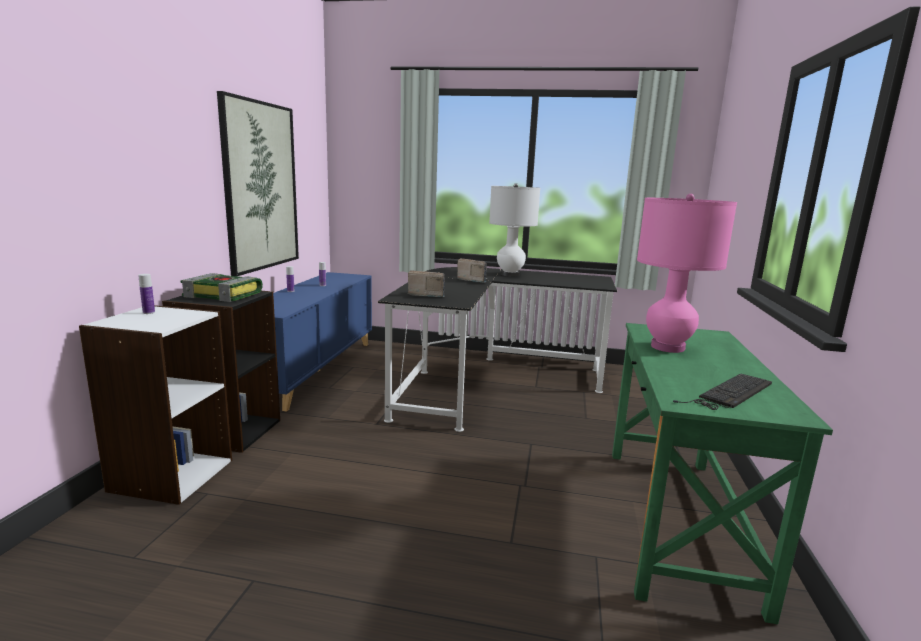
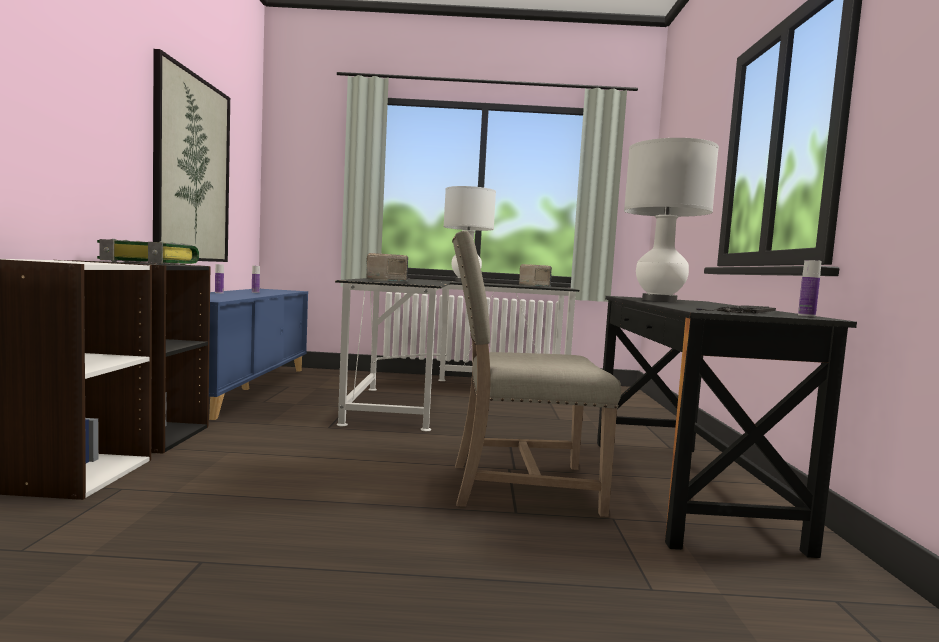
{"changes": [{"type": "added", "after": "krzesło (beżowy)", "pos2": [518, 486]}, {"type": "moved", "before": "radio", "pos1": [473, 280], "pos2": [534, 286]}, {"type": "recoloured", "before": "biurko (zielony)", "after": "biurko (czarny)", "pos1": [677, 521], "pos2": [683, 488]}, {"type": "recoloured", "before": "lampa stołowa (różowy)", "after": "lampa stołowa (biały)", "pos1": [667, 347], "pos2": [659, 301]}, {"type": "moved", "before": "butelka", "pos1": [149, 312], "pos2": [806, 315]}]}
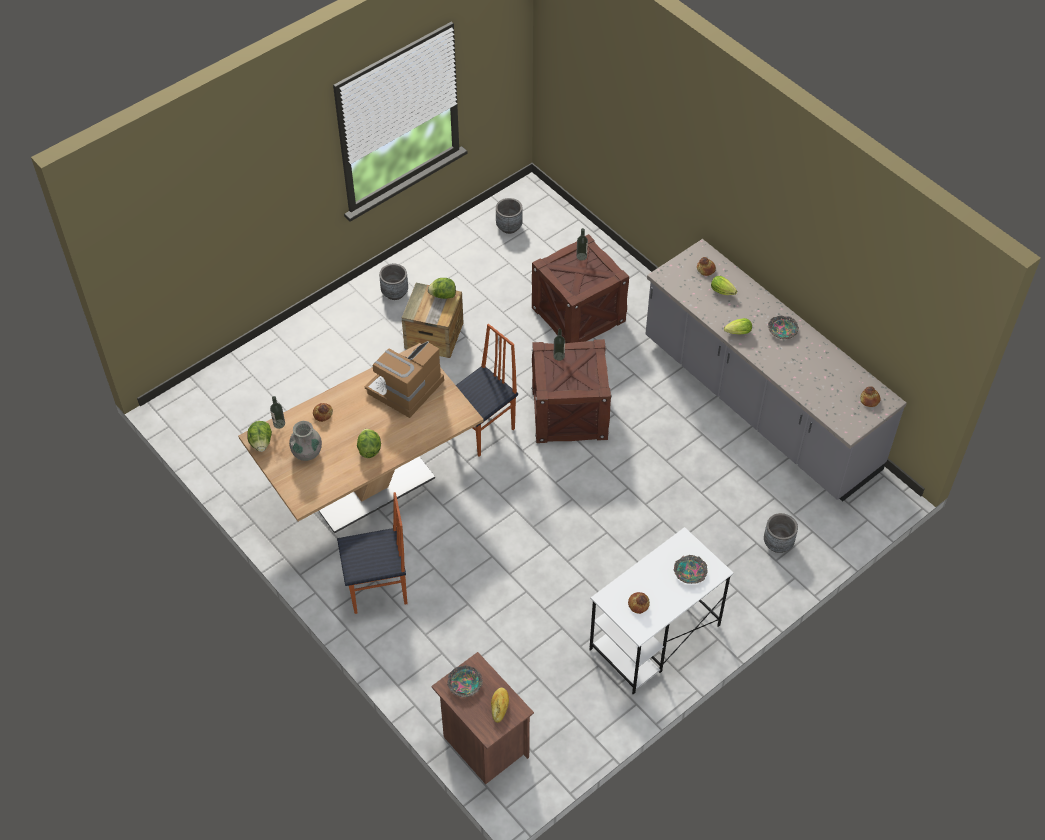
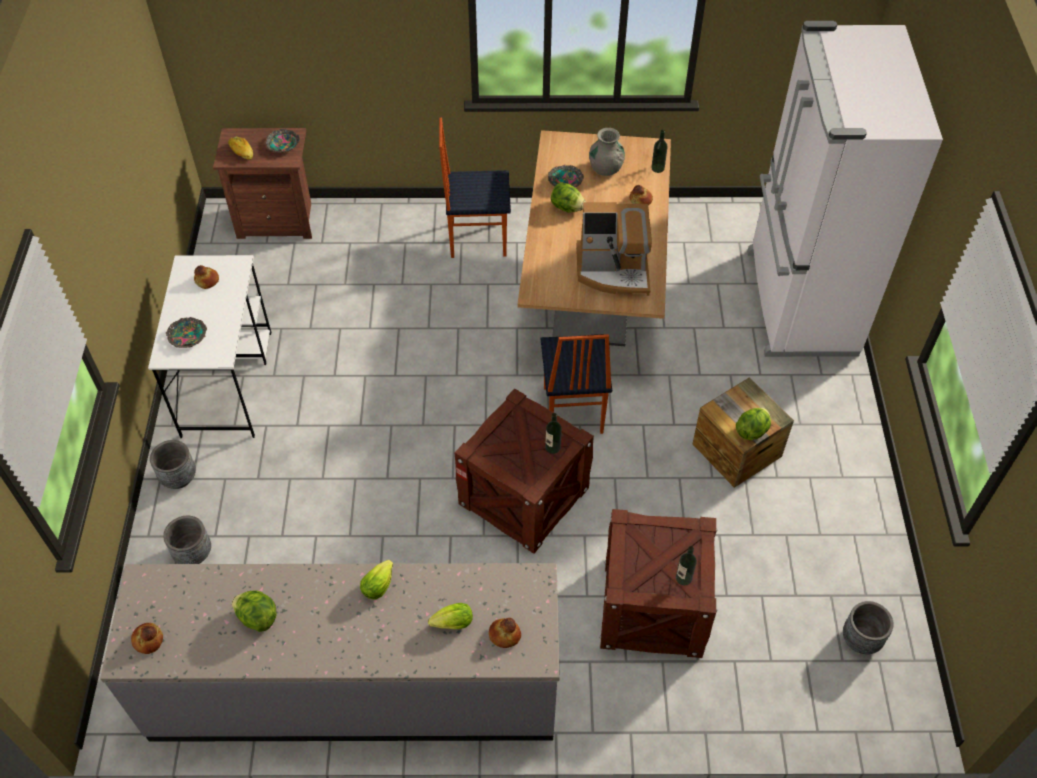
{"changes": [{"type": "moved", "before": "donica (szary)", "pos1": [395, 293], "pos2": [178, 477]}, {"type": "moved", "before": "sałata", "pos1": [261, 443], "pos2": [257, 617]}, {"type": "turned", "before": "krzesło", "pos1": [378, 590], "pos2": [477, 239], "turn": 60}, {"type": "moved", "before": "miska", "pos1": [782, 330], "pos2": [565, 181]}, {"type": "turned", "before": "ekspres do kawy", "pos1": [405, 388], "pos2": [613, 270], "turn": 105}, {"type": "added", "after": "lodówka (biały)", "pos2": [798, 303]}]}
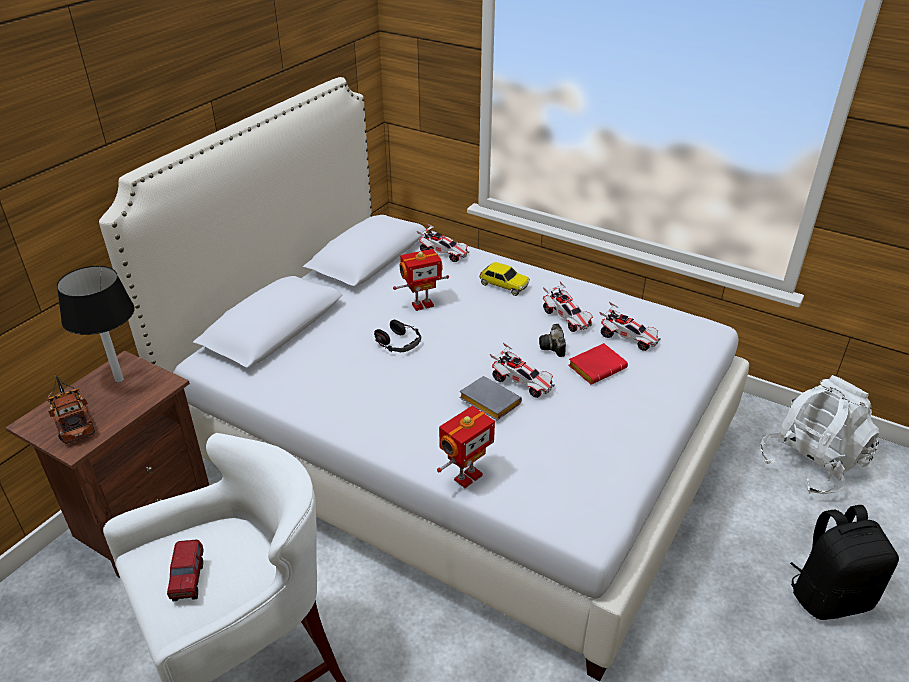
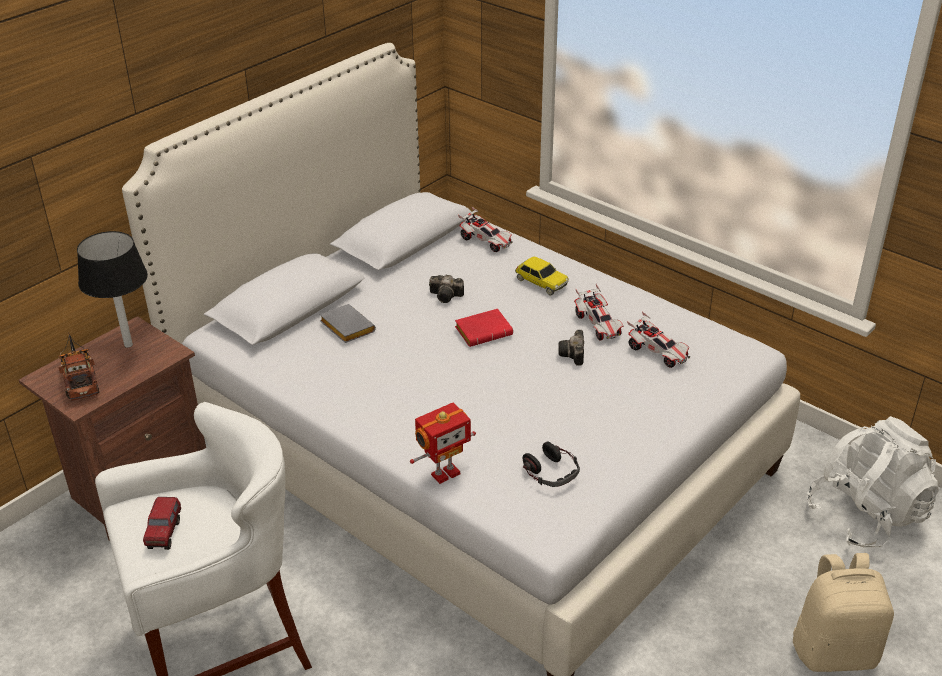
{"changes": [{"type": "moved", "before": "książka (szary)", "pos1": [487, 402], "pos2": [345, 327]}, {"type": "replaced", "before": "robot zabawkowy", "after": "aparat fotograficzny", "pos1": [422, 304], "pos2": [447, 296]}, {"type": "moved", "before": "książka (czerwony)", "pos1": [597, 367], "pos2": [484, 331]}, {"type": "moved", "before": "słuchawki", "pos1": [398, 342], "pos2": [551, 471]}, {"type": "recoloured", "before": "plecak (czarny)", "after": "plecak (beżowy)", "pos1": [829, 596], "pos2": [834, 651]}, {"type": "removed", "before": "samochodzik", "pos1": [522, 382]}]}
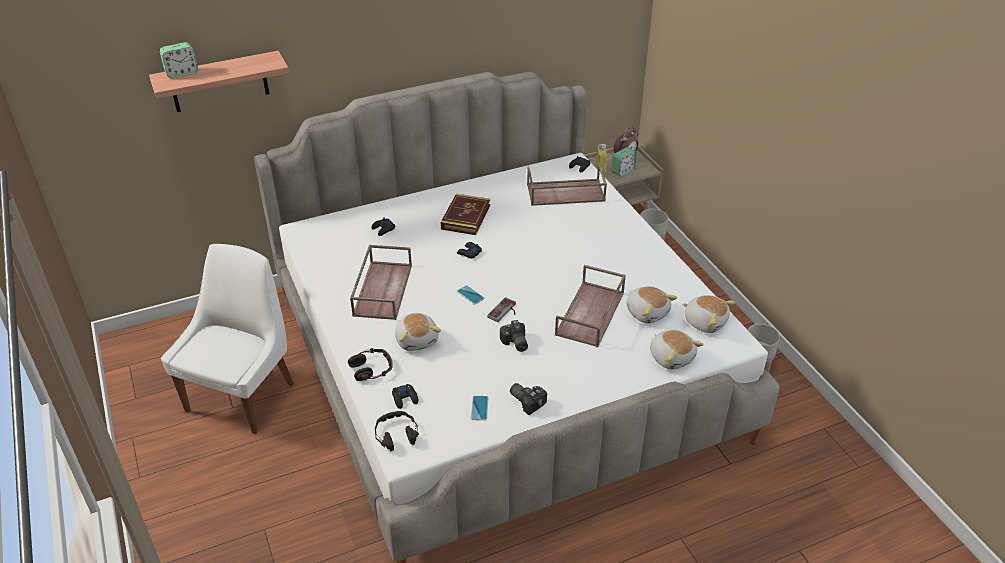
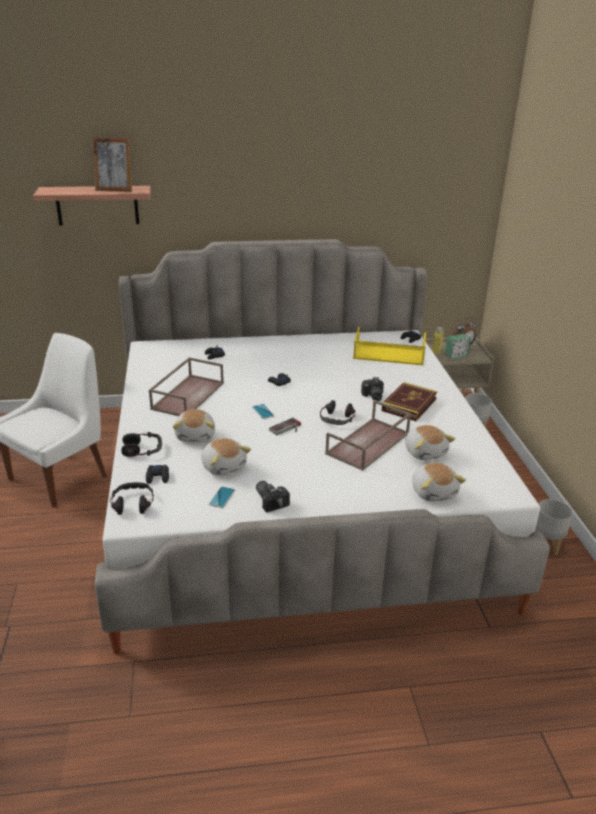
{"changes": [{"type": "added", "after": "ramka na zdjęcie", "pos2": [115, 190]}, {"type": "moved", "before": "pluszak", "pos1": [705, 321], "pos2": [224, 466]}, {"type": "added", "after": "słuchawki", "pos2": [337, 418]}, {"type": "recoloured", "before": "taca (brązowy)", "after": "taca (żółty)", "pos1": [564, 193], "pos2": [388, 354]}, {"type": "moved", "before": "aparat fotograficzny", "pos1": [514, 343], "pos2": [372, 396]}, {"type": "moved", "before": "książka", "pos1": [465, 217], "pos2": [409, 404]}, {"type": "removed", "before": "budzik", "pos1": [182, 73]}]}
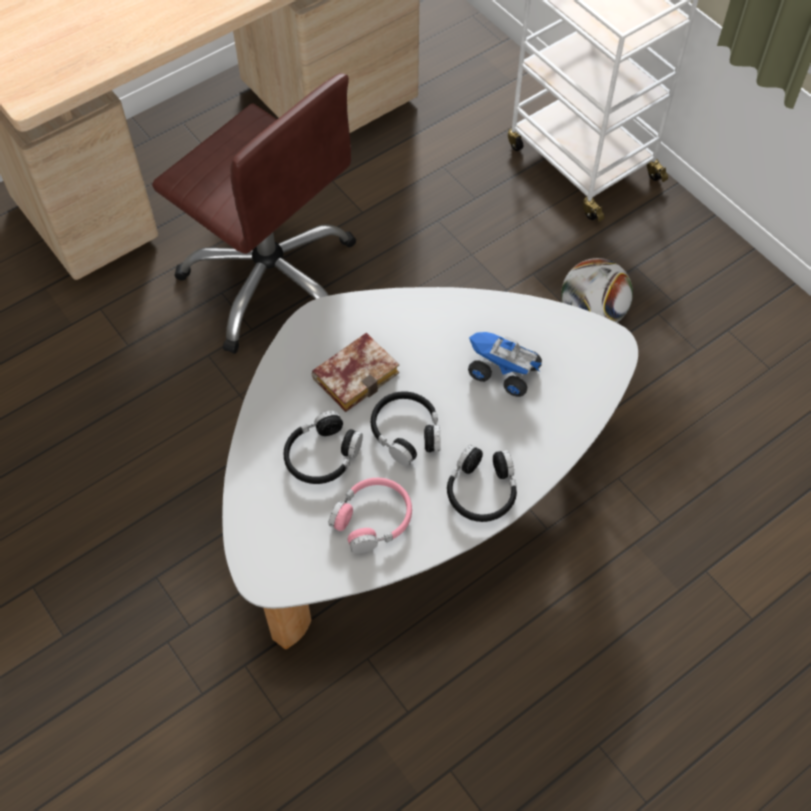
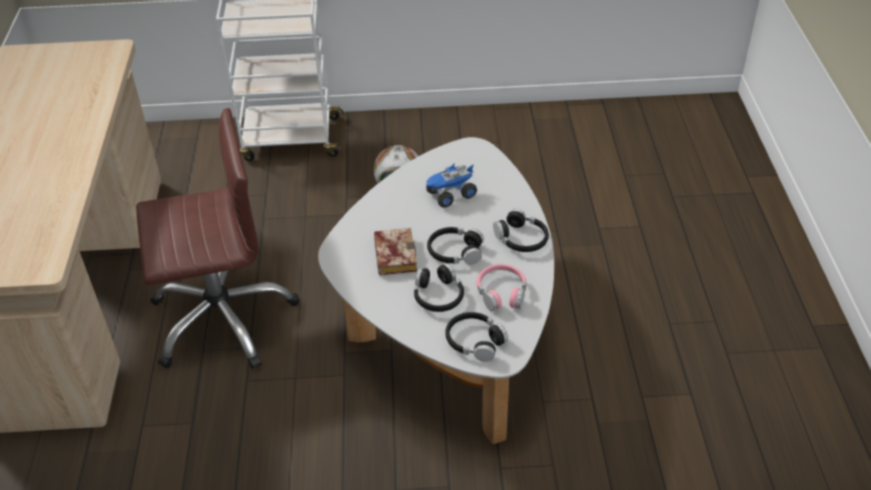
{"changes": [{"type": "added", "after": "słuchawki (czarny)", "pos2": [475, 341]}]}
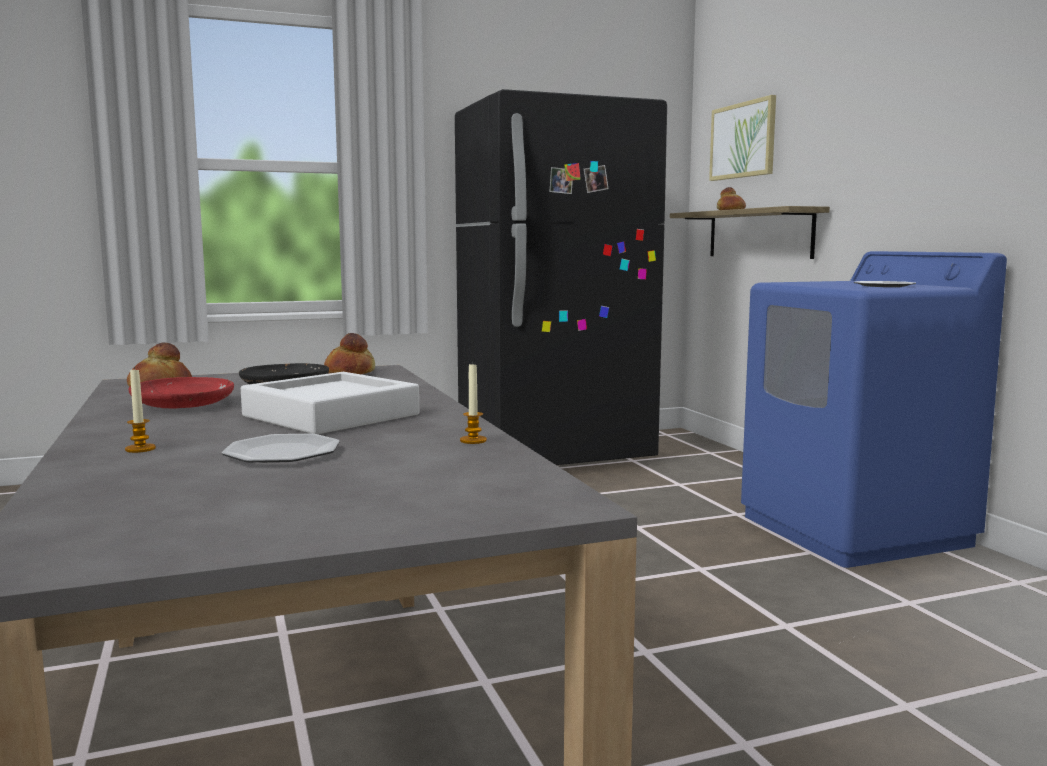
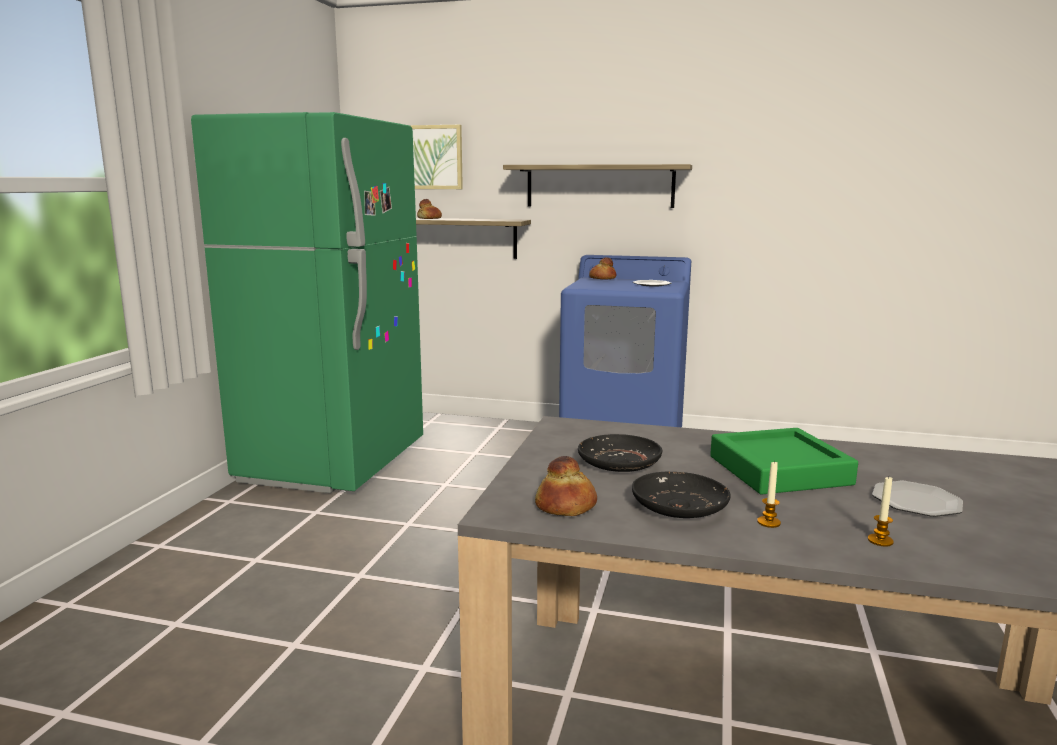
{"changes": [{"type": "recoloured", "before": "lodówka (czarny)", "after": "lodówka (zielony)", "pos1": [555, 455], "pos2": [334, 462]}, {"type": "added", "after": "półka", "pos2": [599, 186]}, {"type": "moved", "before": "chleb", "pos1": [349, 372], "pos2": [602, 278]}, {"type": "recoloured", "before": "talerz (czerwony)", "after": "talerz (czarny)", "pos1": [183, 404], "pos2": [678, 506]}, {"type": "recoloured", "before": "taca (biały)", "after": "taca (zielony)", "pos1": [331, 415], "pos2": [779, 470]}, {"type": "moved", "before": "świeca", "pos1": [473, 440], "pos2": [768, 522]}]}
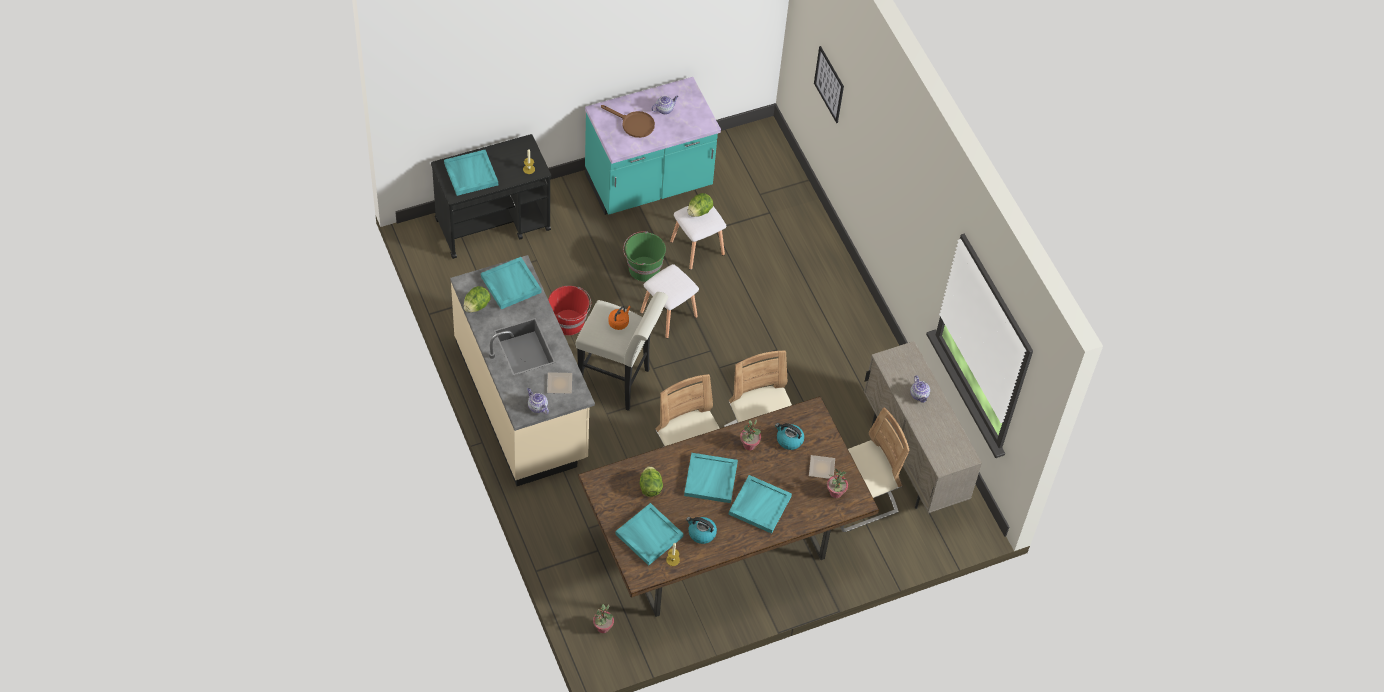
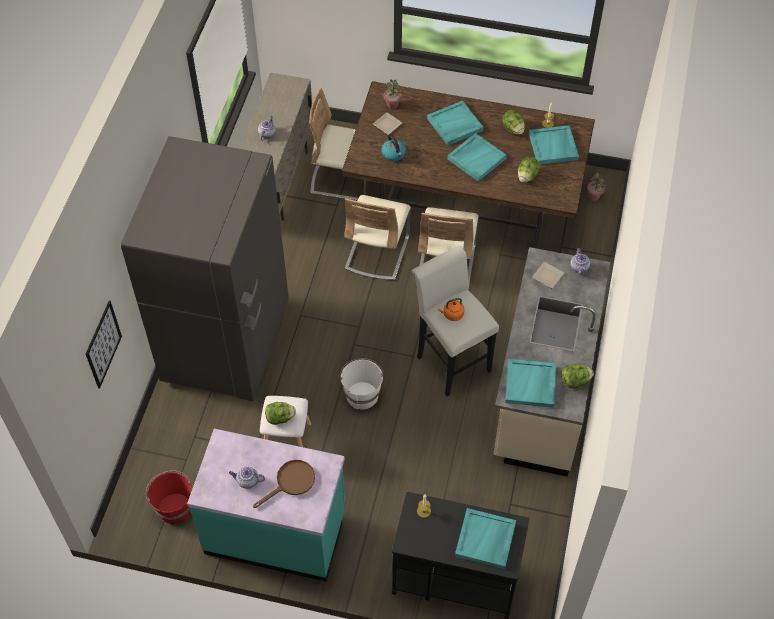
{"changes": [{"type": "added", "after": "lodówka (szary)", "pos2": [227, 342]}, {"type": "moved", "before": "wiadro (czerwony)", "pos1": [569, 322], "pos2": [174, 507]}, {"type": "turned", "before": "patelnia (brązowy)", "pos1": [633, 124], "pos2": [291, 482], "turn": 75}, {"type": "replaced", "before": "stołek (biały)", "after": "wiadro (biały)", "pos1": [669, 314], "pos2": [362, 394]}, {"type": "replaced", "before": "czajnik", "after": "sałata", "pos1": [701, 533], "pos2": [513, 129]}, {"type": "removed", "before": "wiadro (zielony)", "pos1": [643, 269]}, {"type": "removed", "before": "roślina doniczkowa", "pos1": [749, 445]}]}
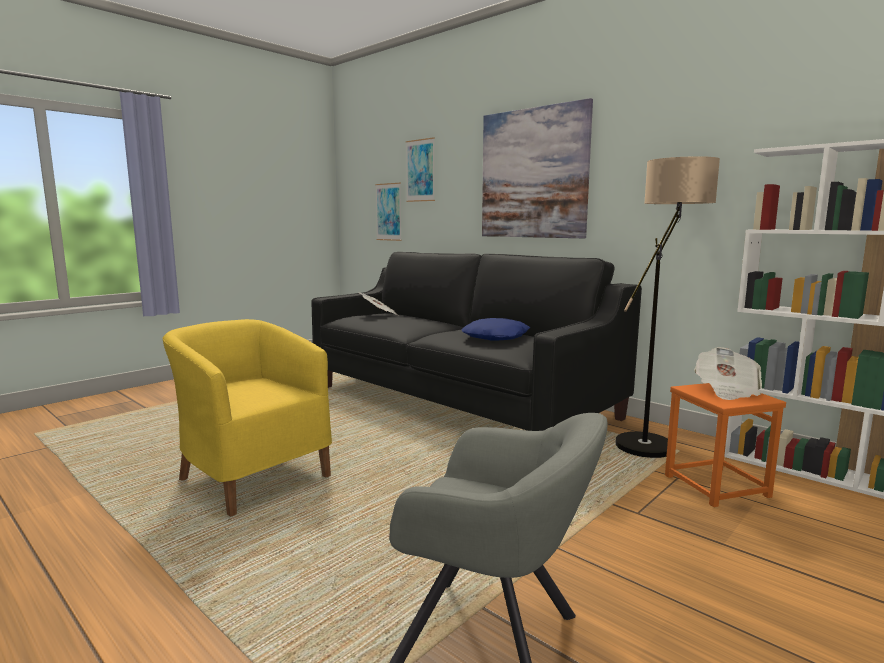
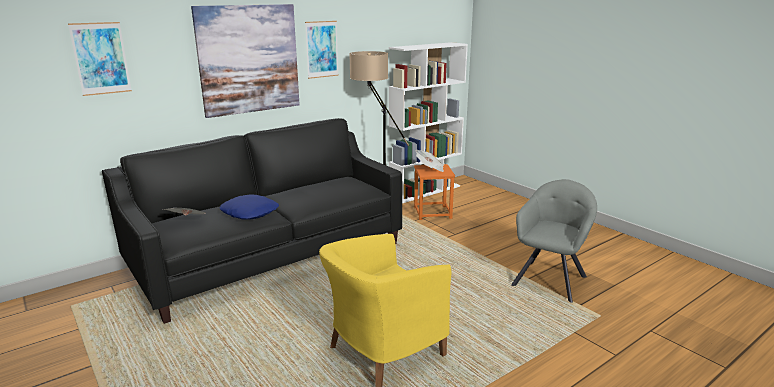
{"changes": [{"type": "moved", "before": "poduszka (niebieski)", "pos1": [496, 337], "pos2": [250, 212]}, {"type": "moved", "before": "obraz", "pos1": [388, 212], "pos2": [322, 49]}]}
